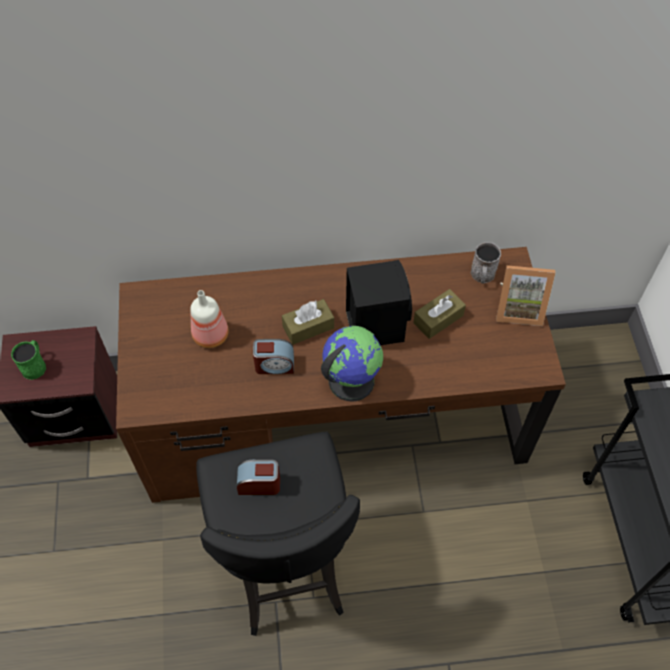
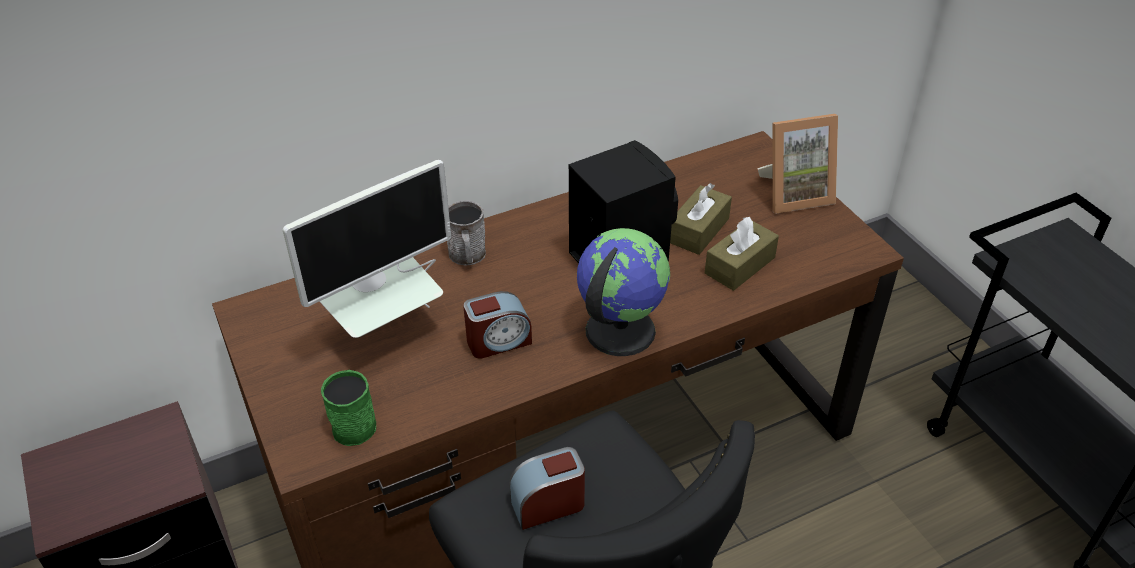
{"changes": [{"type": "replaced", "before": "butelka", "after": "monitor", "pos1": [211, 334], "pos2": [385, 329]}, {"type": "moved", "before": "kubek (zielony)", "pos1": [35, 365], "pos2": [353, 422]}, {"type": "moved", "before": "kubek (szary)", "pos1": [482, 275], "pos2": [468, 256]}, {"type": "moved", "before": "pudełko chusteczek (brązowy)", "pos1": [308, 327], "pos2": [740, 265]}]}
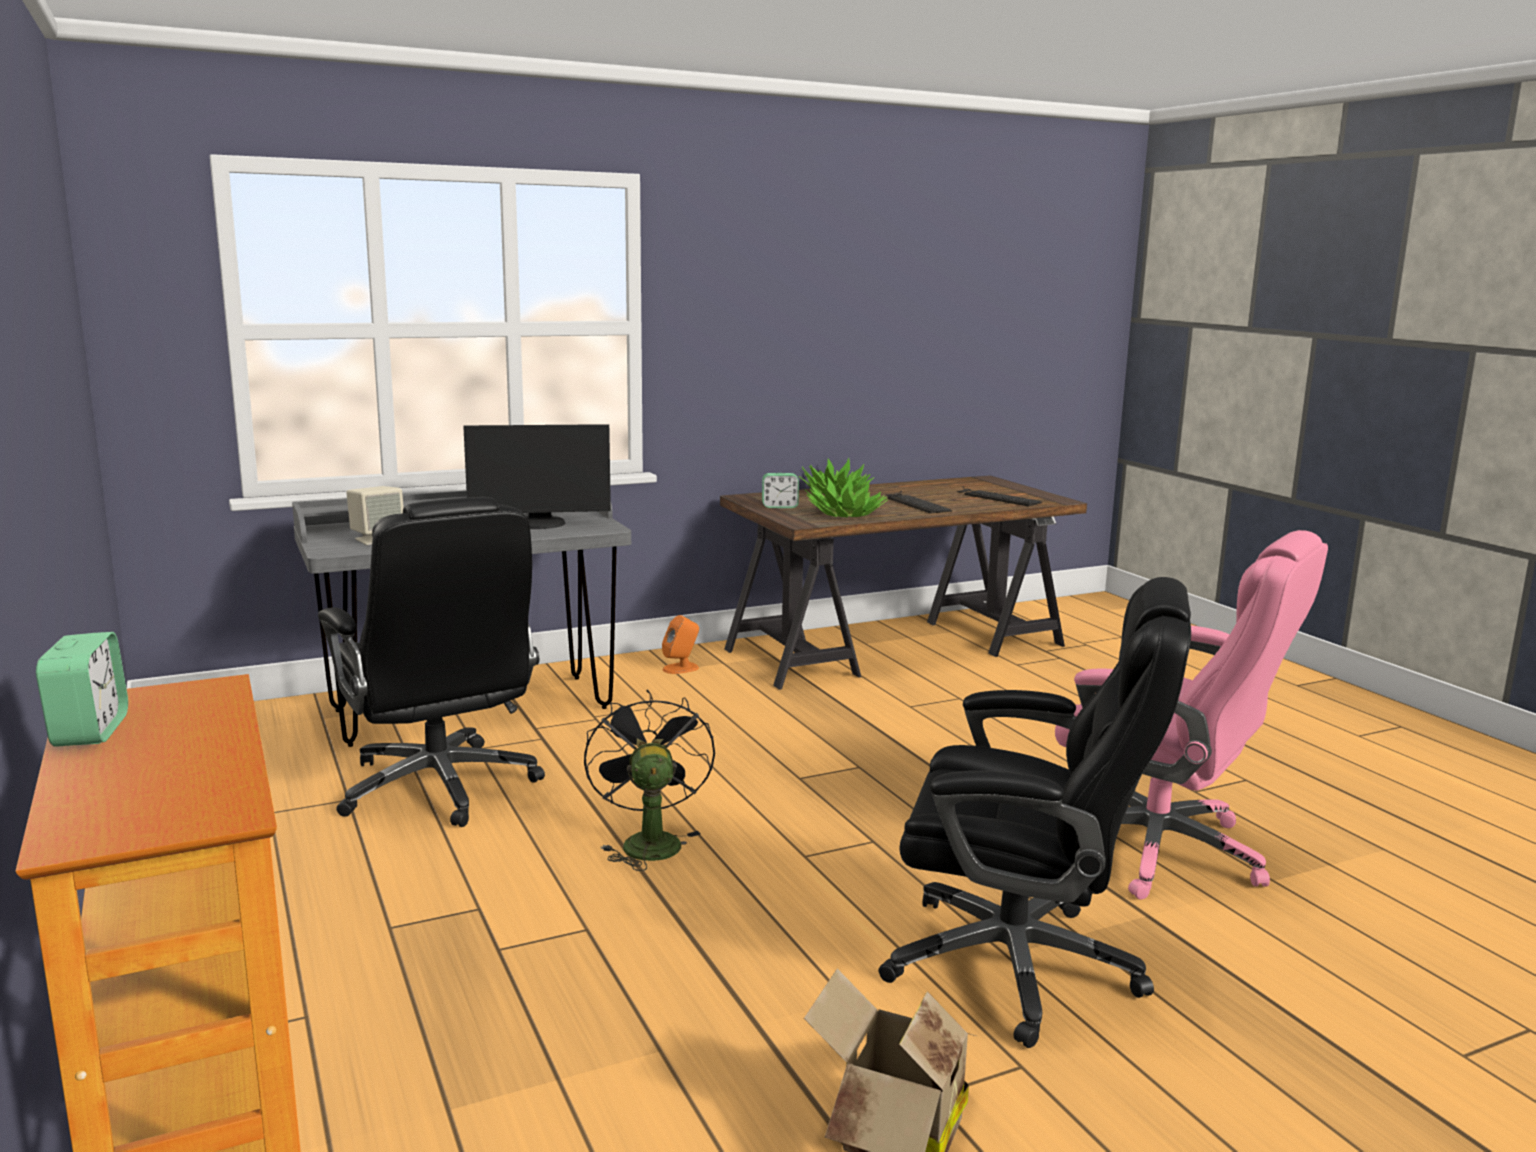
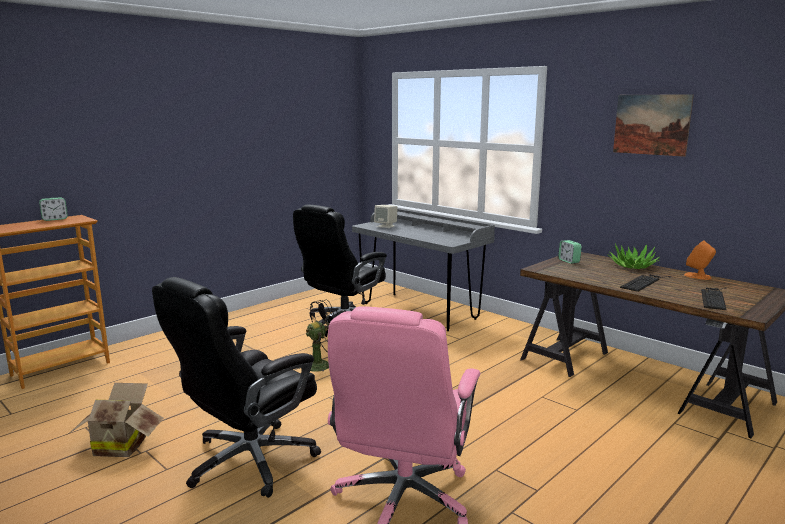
{"changes": [{"type": "turned", "before": "krzesło biurowe (czarny)", "pos1": [1019, 966], "pos2": [248, 461], "turn": 45}, {"type": "added", "after": "obraz", "pos2": [651, 124]}, {"type": "moved", "before": "głośnik (pomarańczowy)", "pos1": [681, 668], "pos2": [698, 276]}, {"type": "removed", "before": "monitor", "pos1": [539, 524]}, {"type": "removed", "before": "roślina doniczkowa", "pos1": [845, 514]}]}
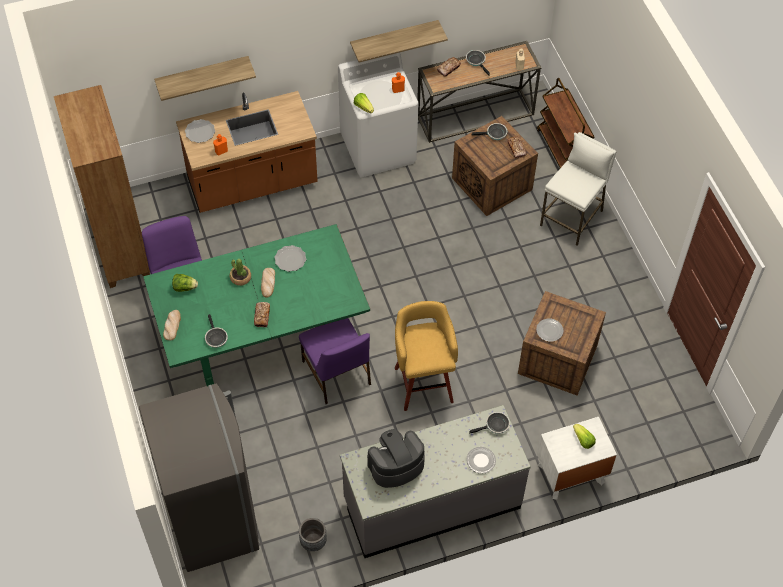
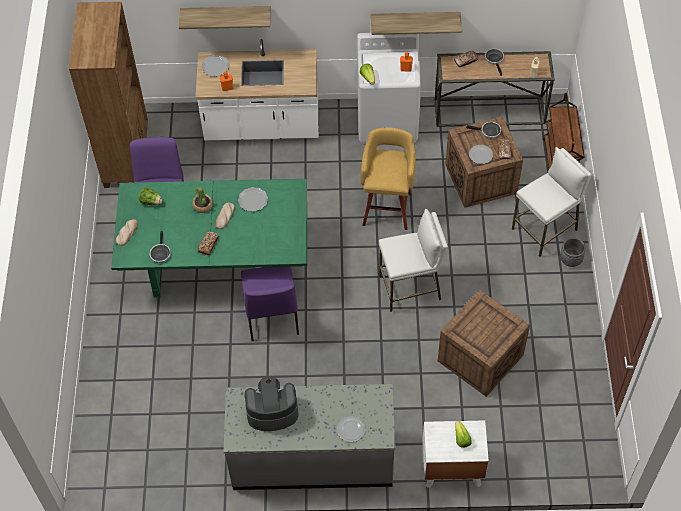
{"changes": [{"type": "recoloured", "before": "zabudowa kuchenna (brązowy)", "after": "zabudowa kuchenna (biały)", "pos1": [252, 183], "pos2": [262, 126]}, {"type": "moved", "before": "stołek (żółty)", "pos1": [423, 383], "pos2": [387, 207]}, {"type": "added", "after": "stołek (biały)", "pos2": [410, 288]}, {"type": "moved", "before": "talerz", "pos1": [549, 330], "pos2": [480, 154]}, {"type": "moved", "before": "donica (szary)", "pos1": [313, 541], "pos2": [570, 260]}, {"type": "removed", "before": "lodówka (szary)", "pos1": [213, 518]}, {"type": "removed", "before": "patelnia", "pos1": [495, 425]}]}
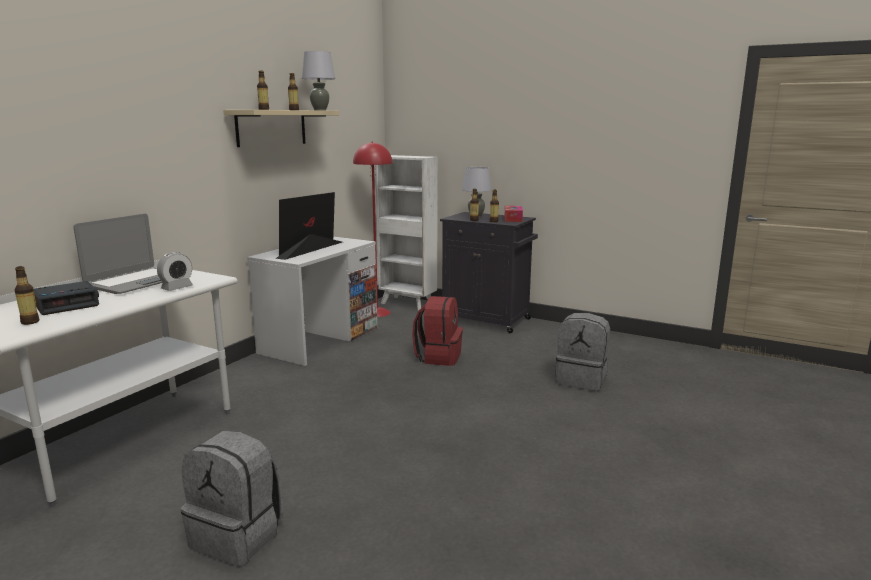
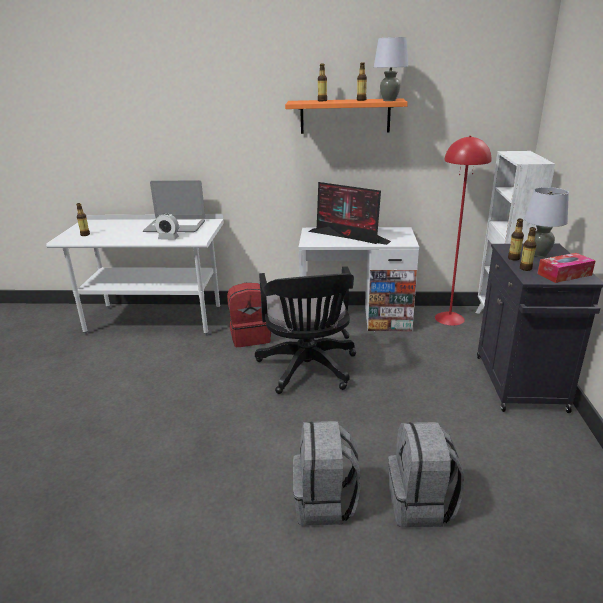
{"changes": [{"type": "moved", "before": "plecak (czerwony)", "pos1": [438, 357], "pos2": [250, 337]}, {"type": "added", "after": "krzesło biurowe (czarny)", "pos2": [308, 370]}, {"type": "recoloured", "before": "półka (beżowy)", "after": "półka (pomarańczowy)", "pos1": [271, 128], "pos2": [345, 116]}, {"type": "moved", "before": "plecak (szary)", "pos1": [238, 536], "pos2": [325, 502]}, {"type": "turned", "before": "monitor", "pos1": [310, 250], "pos2": [349, 236], "turn": -150}, {"type": "removed", "before": "budzik", "pos1": [67, 304]}]}
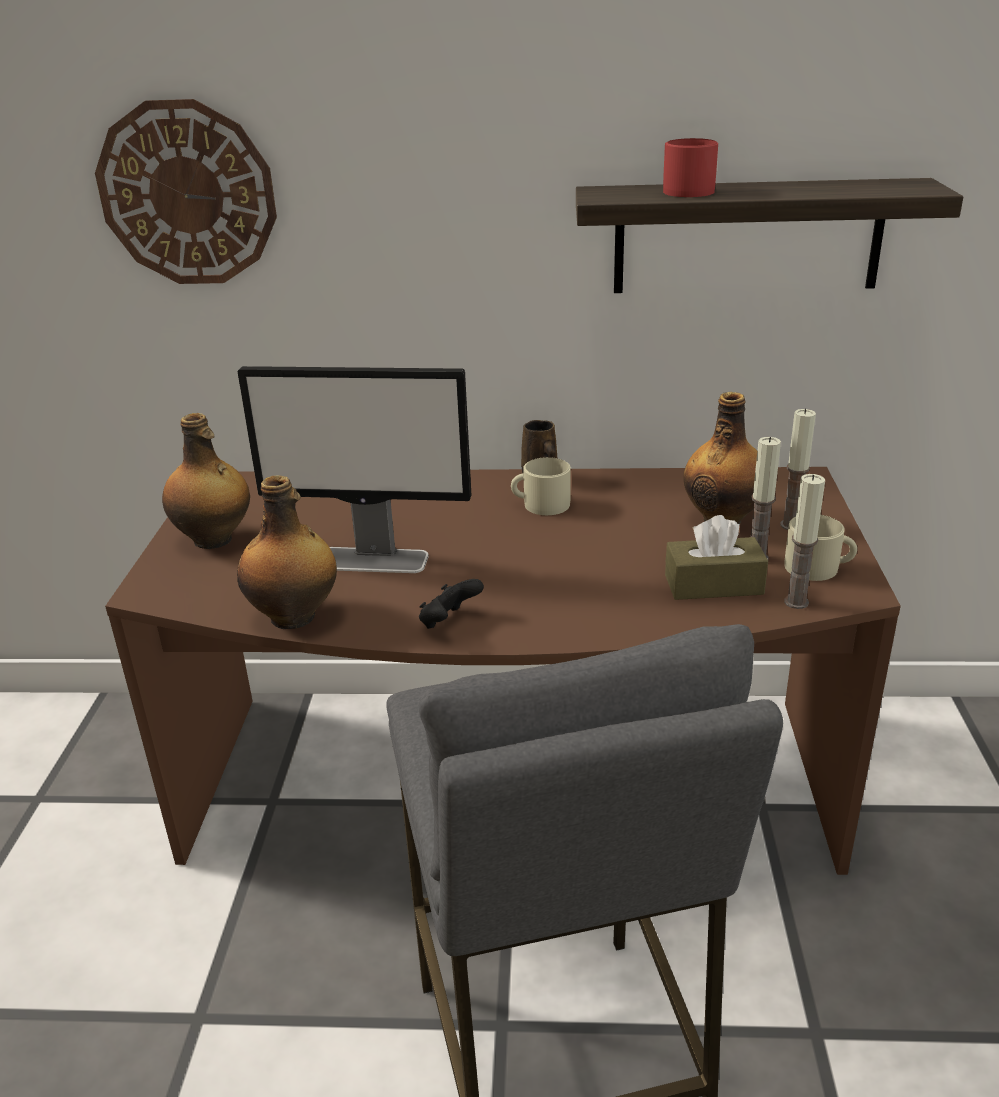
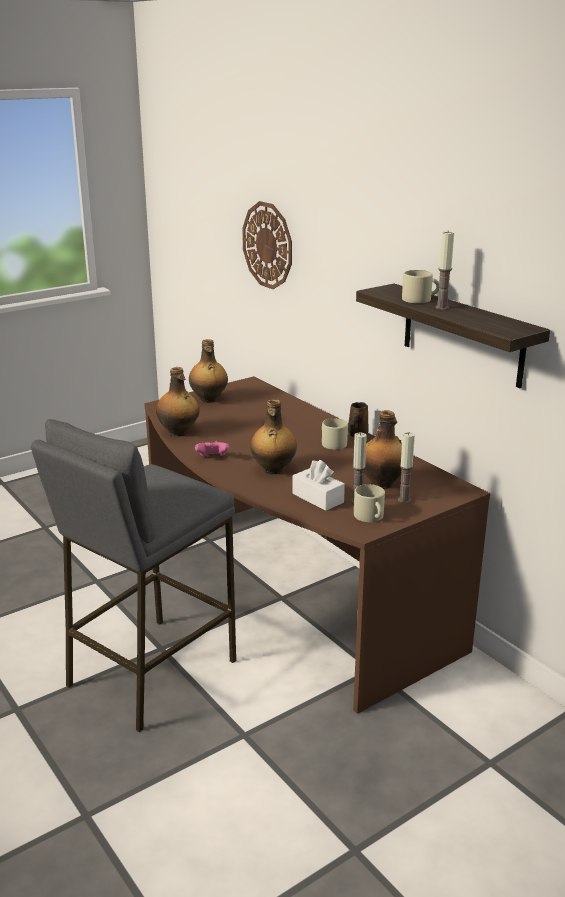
{"changes": [{"type": "recoloured", "before": "pad do gier (czarny)", "after": "pad do gier (różowy)", "pos1": [449, 622], "pos2": [212, 458]}, {"type": "added", "after": "butelka", "pos2": [273, 470]}, {"type": "recoloured", "before": "pudełko chusteczek (brązowy)", "after": "pudełko chusteczek (biały)", "pos1": [713, 585], "pos2": [318, 498]}, {"type": "recoloured", "before": "kubek (czerwony)", "after": "kubek (beżowy)", "pos1": [692, 190], "pos2": [420, 299]}, {"type": "moved", "before": "świeca", "pos1": [796, 602], "pos2": [442, 307]}, {"type": "removed", "before": "monitor", "pos1": [372, 560]}]}
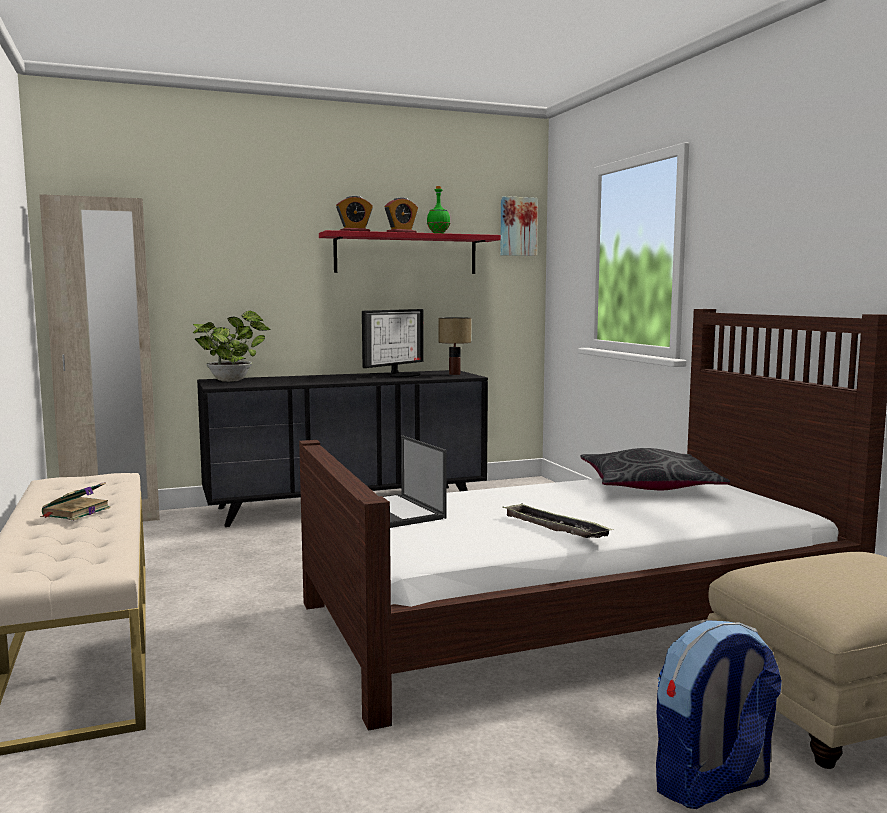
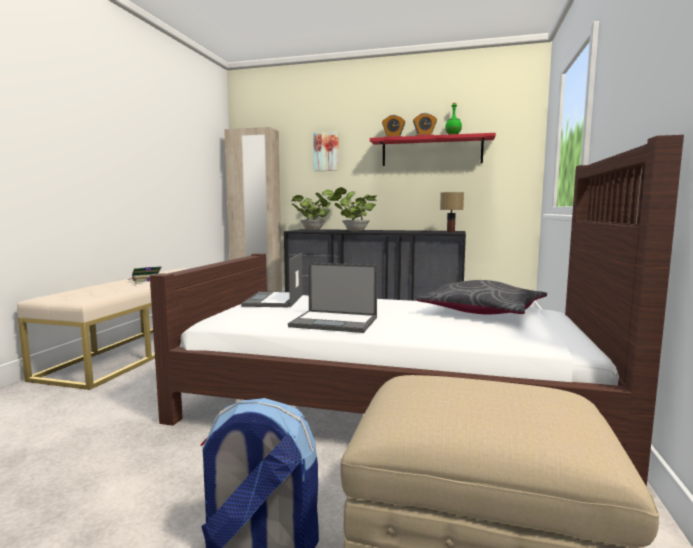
{"changes": [{"type": "replaced", "before": "taca", "after": "laptop", "pos1": [554, 528], "pos2": [335, 322]}, {"type": "moved", "before": "obraz", "pos1": [517, 226], "pos2": [326, 151]}, {"type": "added", "after": "roślina doniczkowa", "pos2": [353, 231]}, {"type": "removed", "before": "monitor", "pos1": [402, 375]}]}
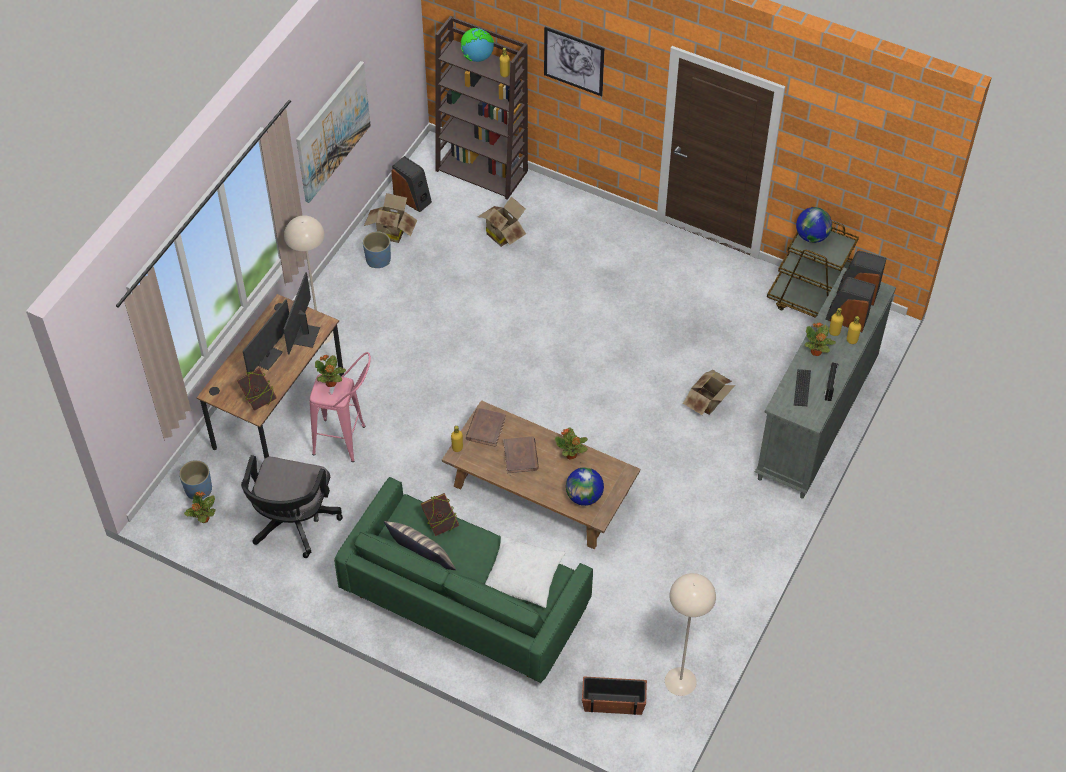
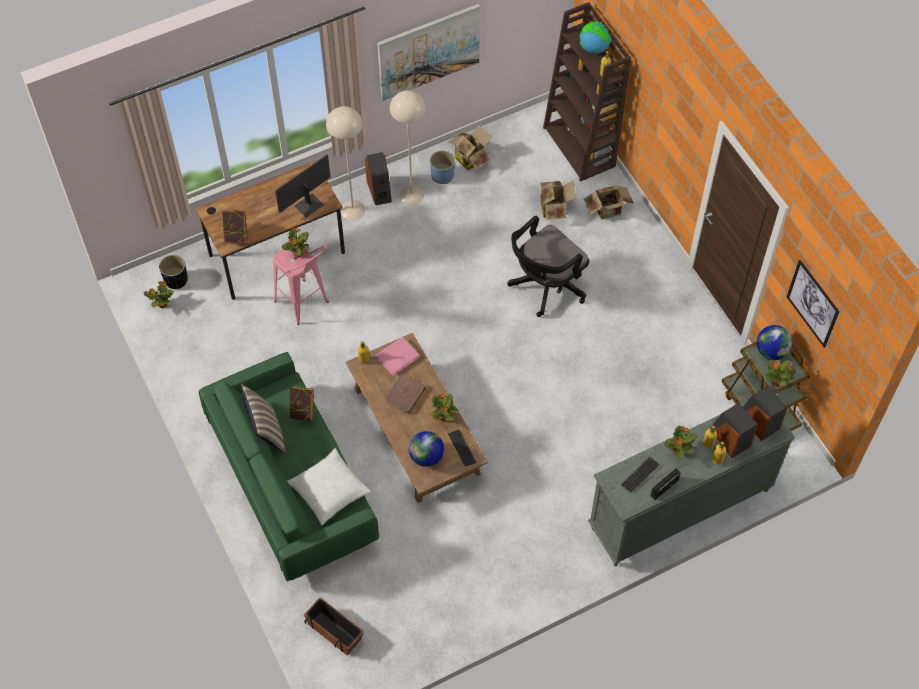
{"changes": [{"type": "recoloured", "before": "donica (niebieski)", "after": "donica (czarny)", "pos1": [198, 489], "pos2": [176, 280]}, {"type": "moved", "before": "głośnik", "pos1": [413, 198], "pos2": [380, 191]}, {"type": "recoloured", "before": "książka (brązowy)", "after": "książka (różowy)", "pos1": [485, 428], "pos2": [397, 357]}, {"type": "moved", "before": "lampa stojąca (beżowy)", "pos1": [680, 681], "pos2": [411, 195]}, {"type": "added", "after": "klawiatura", "pos2": [462, 448]}, {"type": "moved", "before": "krzesło biurowe (czarny)", "pos1": [293, 524], "pos2": [545, 287]}, {"type": "moved", "before": "karton", "pos1": [708, 402], "pos2": [608, 211]}, {"type": "added", "after": "roślina doniczkowa", "pos2": [777, 382]}, {"type": "moved", "before": "obraz", "pos1": [574, 61], "pos2": [812, 303]}, {"type": "removed", "before": "monitor", "pos1": [267, 357]}]}
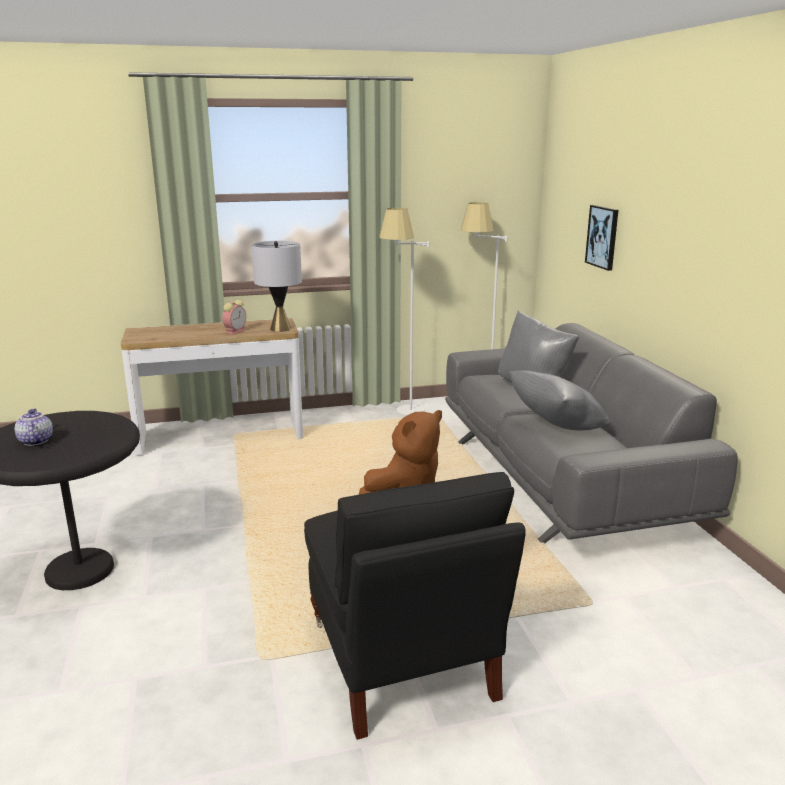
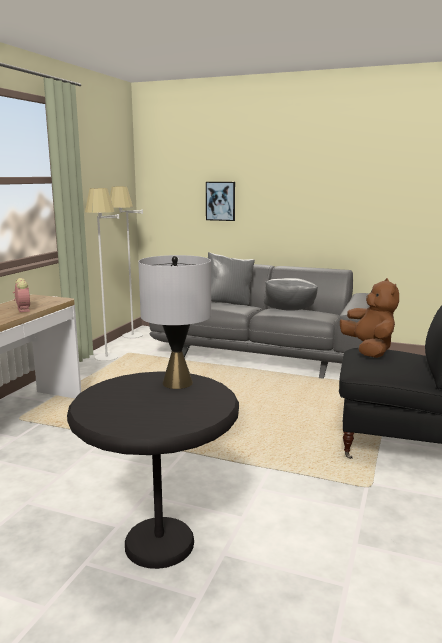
{"changes": [{"type": "moved", "before": "lampa stołowa (szary)", "pos1": [280, 329], "pos2": [178, 383]}, {"type": "removed", "before": "imbryk", "pos1": [35, 441]}]}
